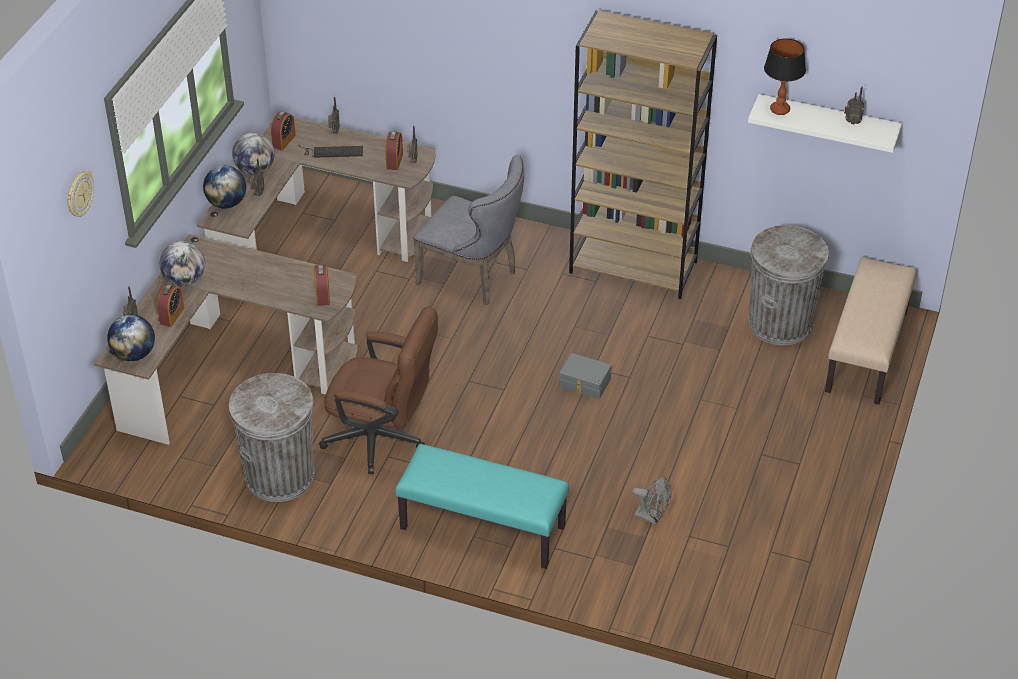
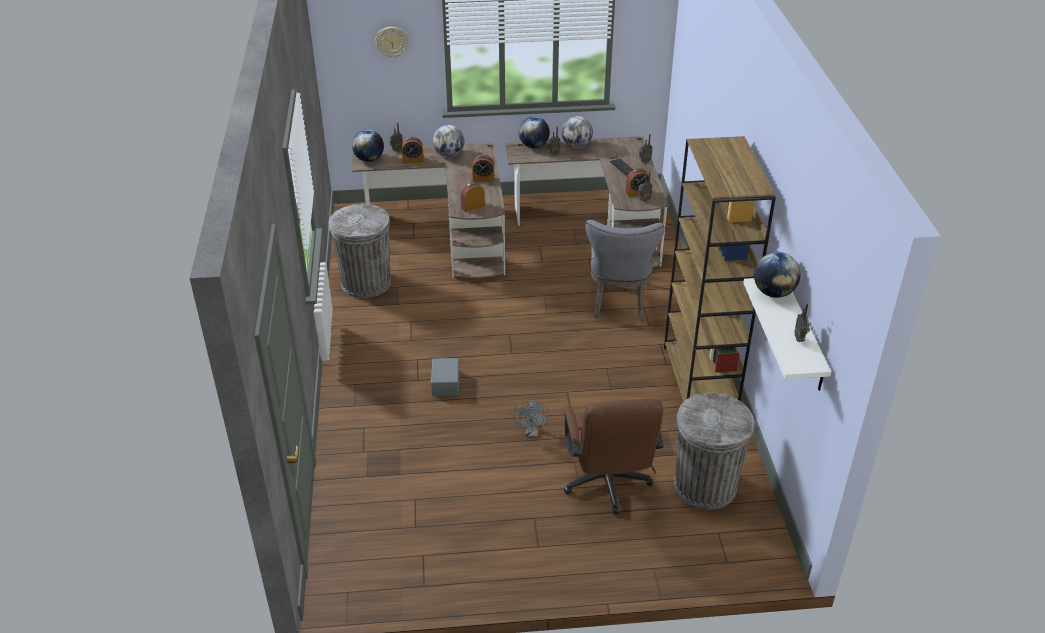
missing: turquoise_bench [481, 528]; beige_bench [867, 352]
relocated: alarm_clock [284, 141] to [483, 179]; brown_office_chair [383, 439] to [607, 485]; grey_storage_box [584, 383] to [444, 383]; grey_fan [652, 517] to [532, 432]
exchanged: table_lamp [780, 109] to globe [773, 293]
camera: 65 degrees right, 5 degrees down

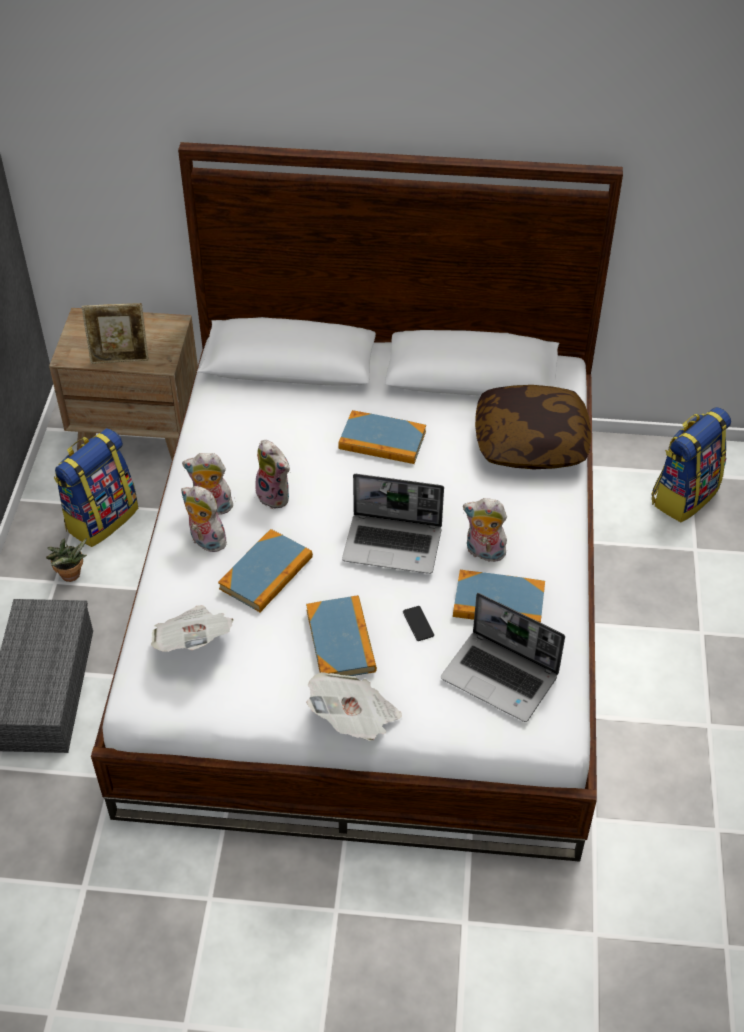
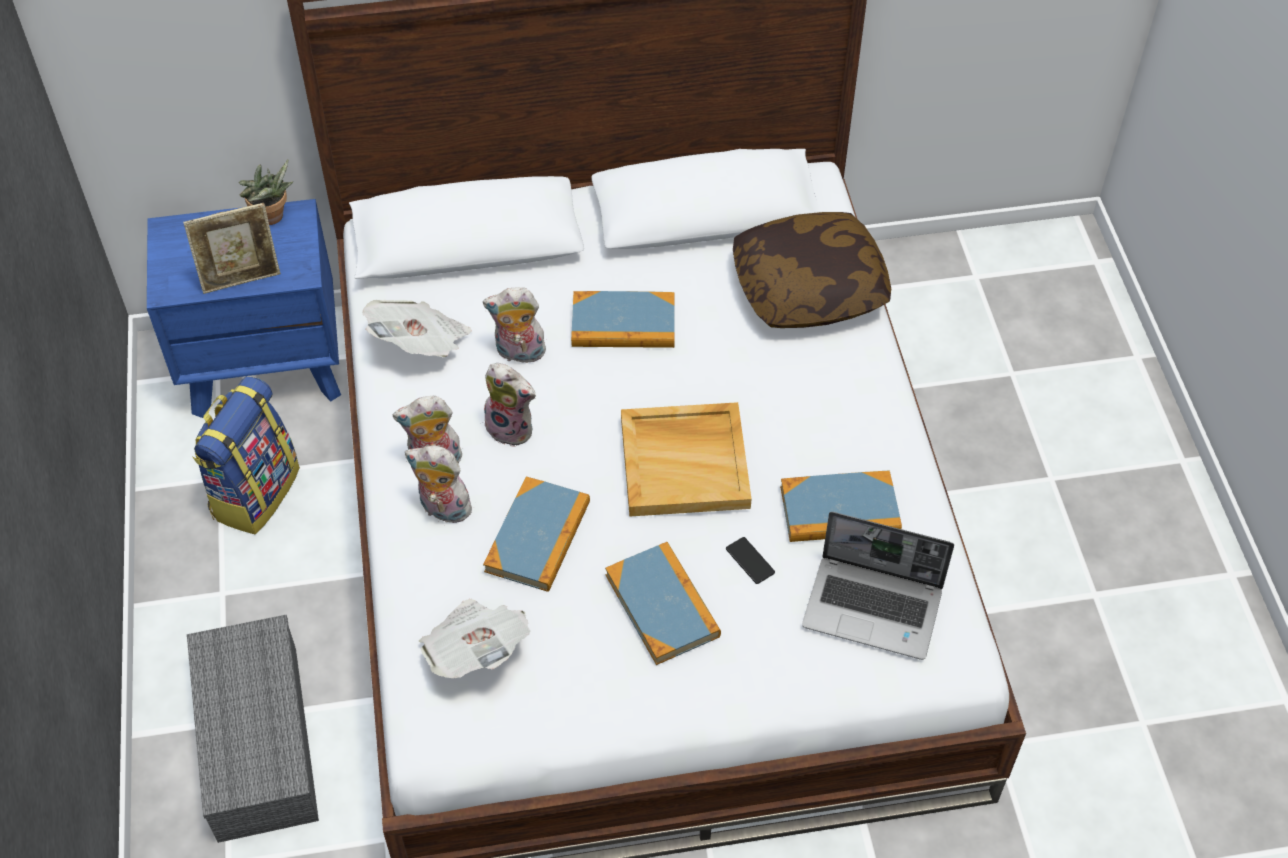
missing: backpack [684, 495]
relocated: potted_plant [71, 577] to [272, 218]; newspaper [354, 719] to [421, 344]; plush_toy [483, 553] to [519, 353]
exchanged: laptop [394, 544] to beige_tray [685, 462]
colour: brown_nightstand [139, 434] to blue_nightstand [266, 365]
camera: 15 degrees left, 5 degrees up

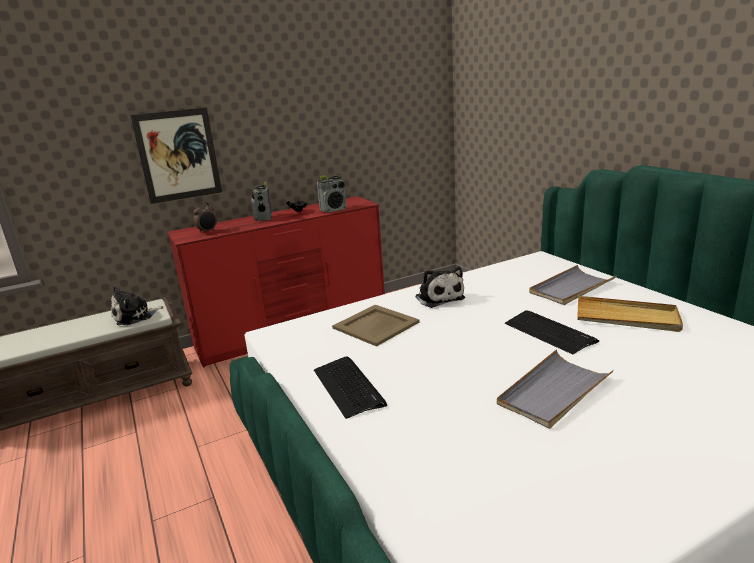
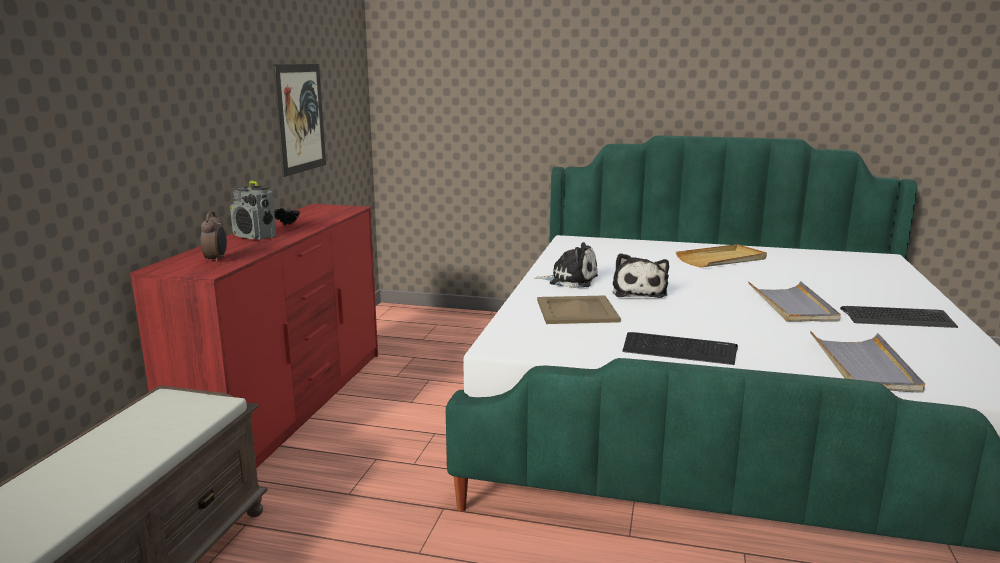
missing: radio [334, 210]
relocated: plush_toy [135, 316] to [639, 292]; picture [178, 155] to [300, 118]; keyboard [549, 332] to [897, 318]; grey_tray [571, 288] to [863, 366]
camera: 50 degrees left, 5 degrees down

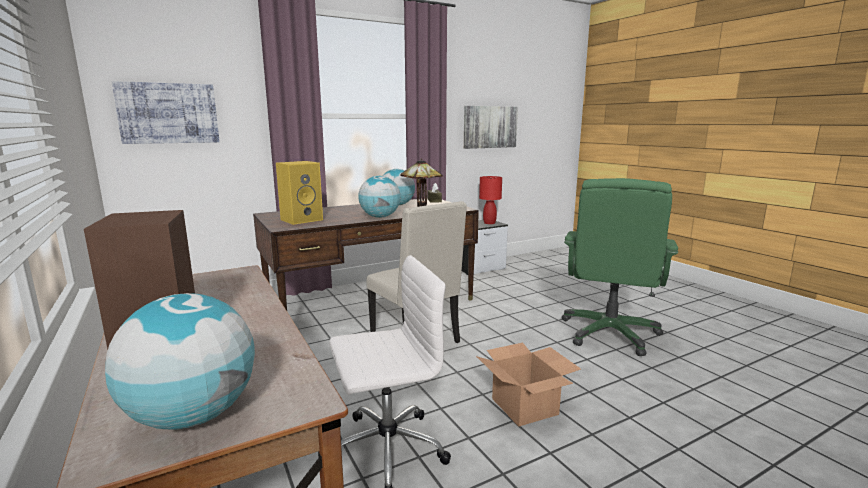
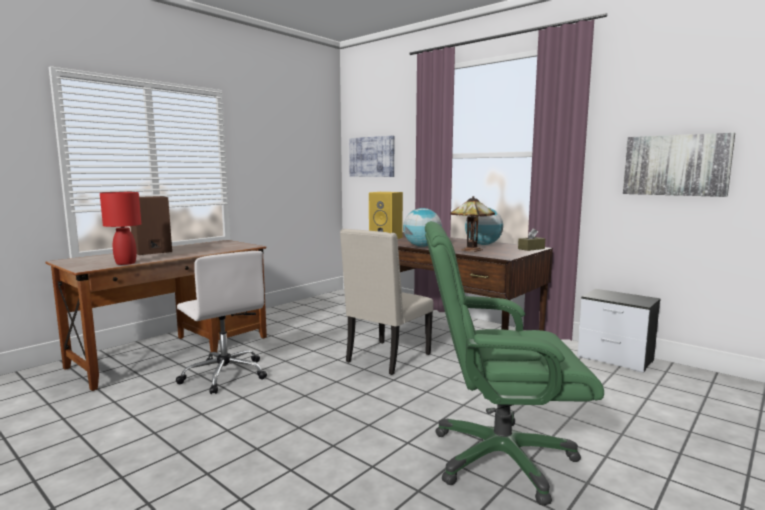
missing: globe [193, 416]; cardboard_box [523, 406]
relocated: red_table_lamp [489, 223] to [126, 263]
camera: 70 degrees right, 5 degrees down

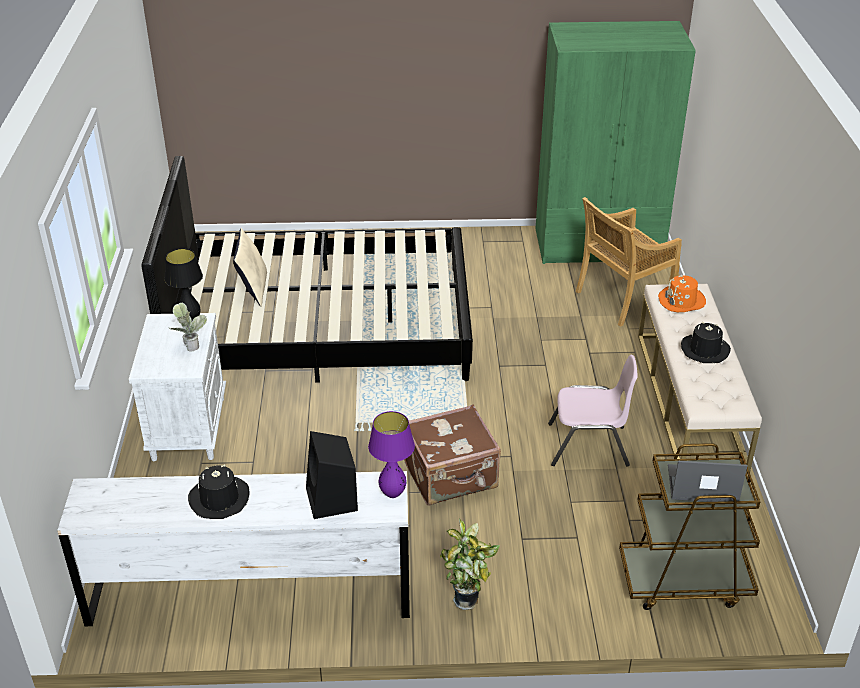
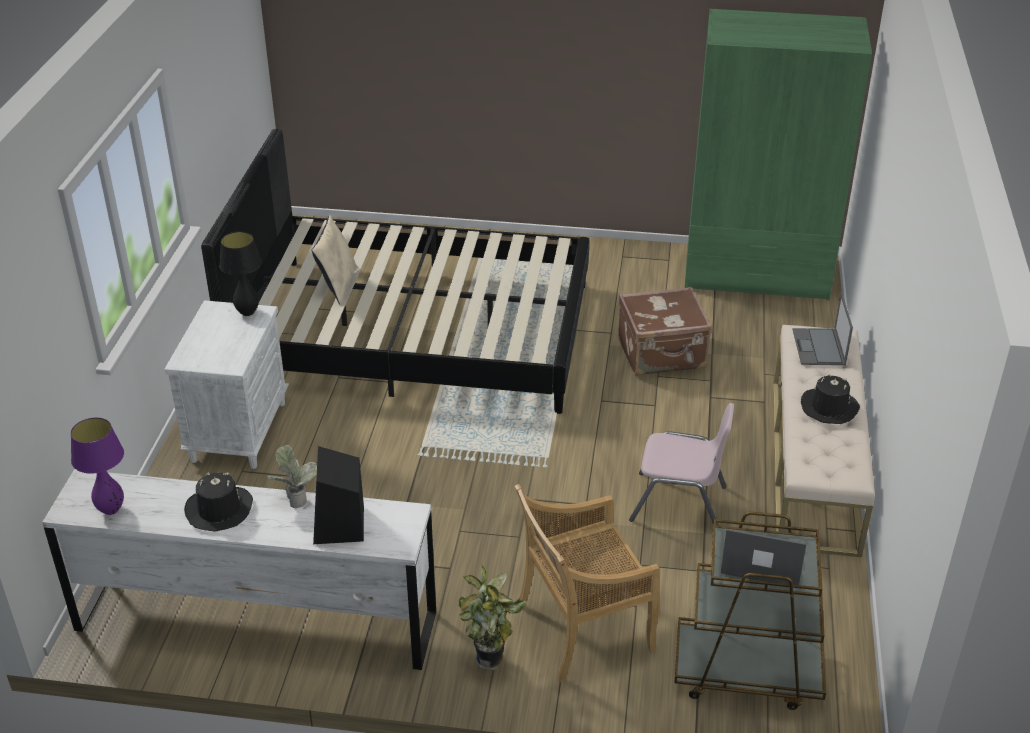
relocated: potted_plant [190, 345] to [295, 498]; purple_table_lamp [393, 493] to [111, 510]; brown_suitcase [451, 477] to [662, 355]; beige_chair [622, 299] to [582, 629]
exchanged: orange_hat [682, 301] to laptop [819, 347]
camera: 10 degrees right, 0 degrees up

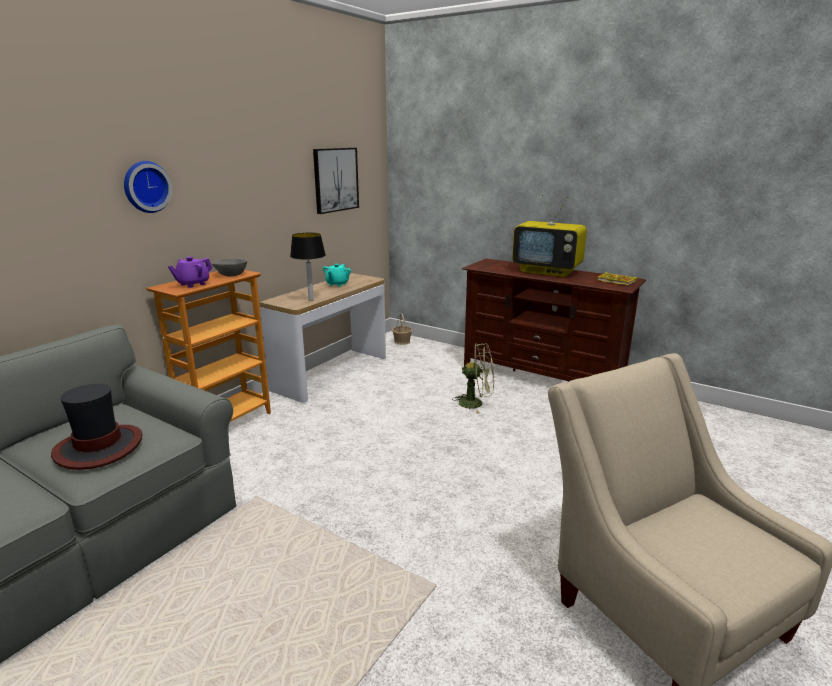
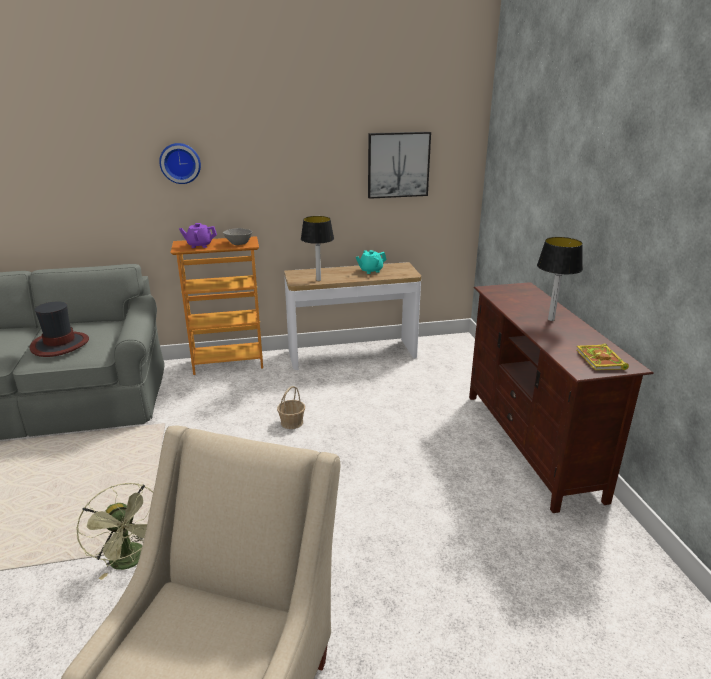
relocated: basket [402, 341] to [292, 422]; green_fan [476, 403] to [131, 561]
exchanged: television [547, 271] to table_lamp [551, 319]
camera: 45 degrees right, 5 degrees up

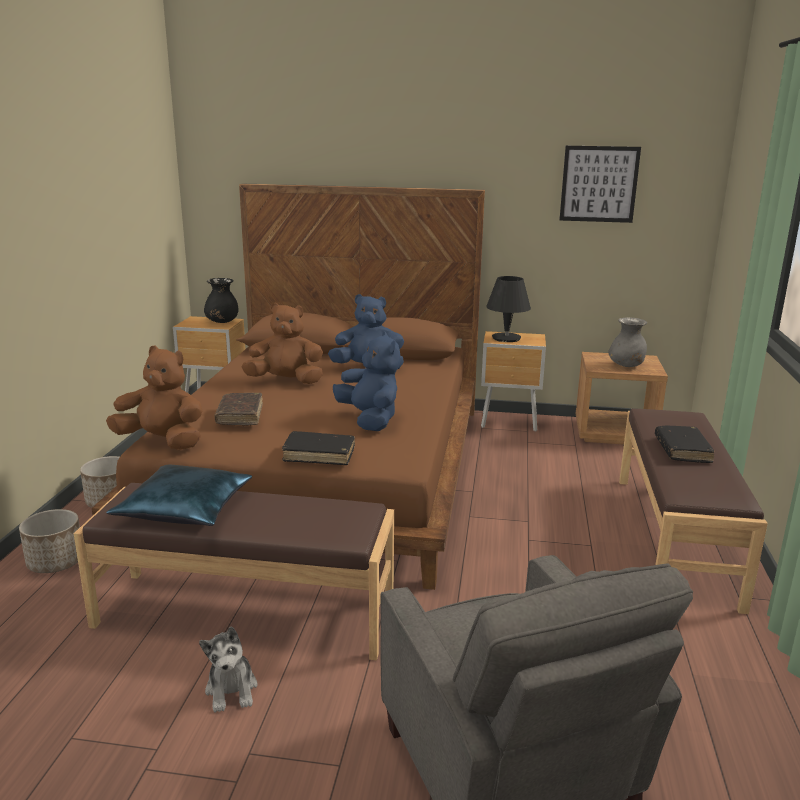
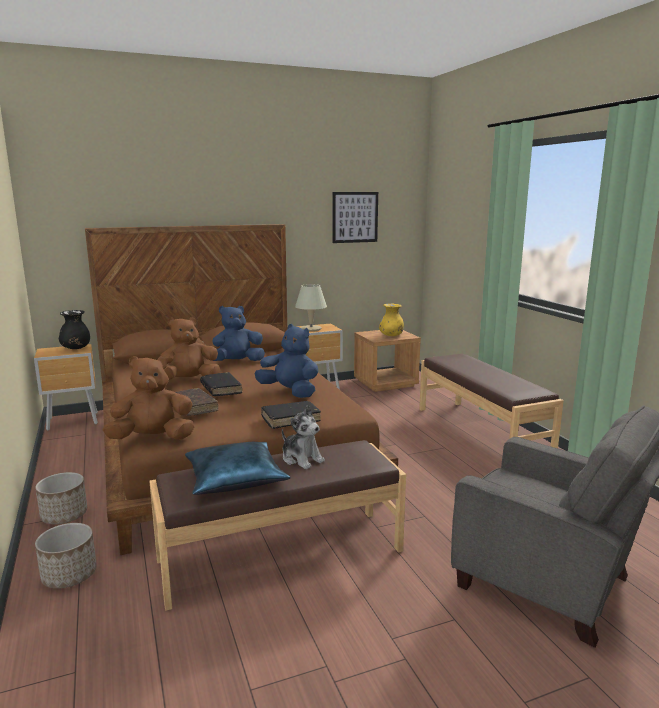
relocated: plush_toy [232, 689] to [301, 459]; black_book [682, 450] to [221, 389]
colour: black_table_lamp [506, 338] to beige_table_lamp [311, 329]; grey_vase [626, 366] to yellow_vase [391, 336]
camera: 30 degrees left, 5 degrees down

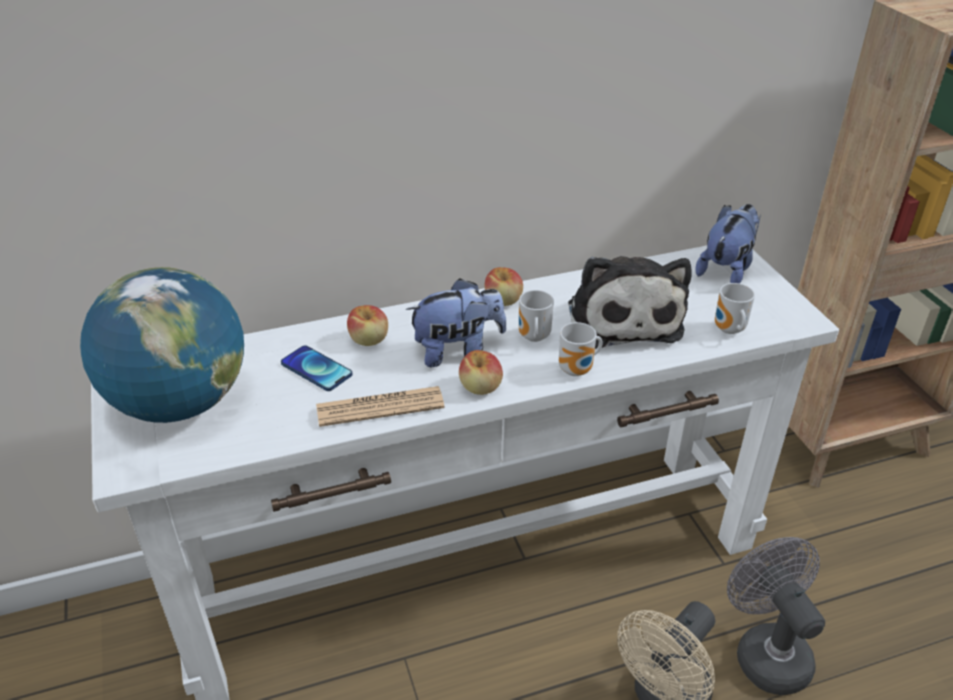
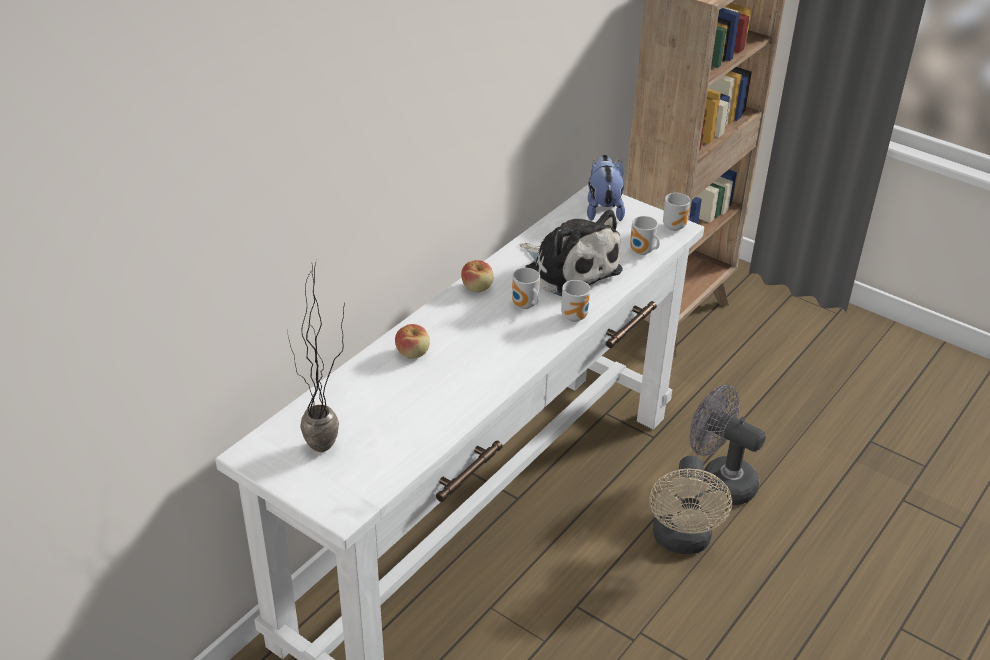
missing: phone [316, 369]; newspaper [380, 407]; plush_toy [457, 350]; apple [480, 387]
appeared: mug [675, 226]
exchanged: globe [180, 403] to potted_plant [327, 454]
camera: 35 degrees left, 0 degrees up

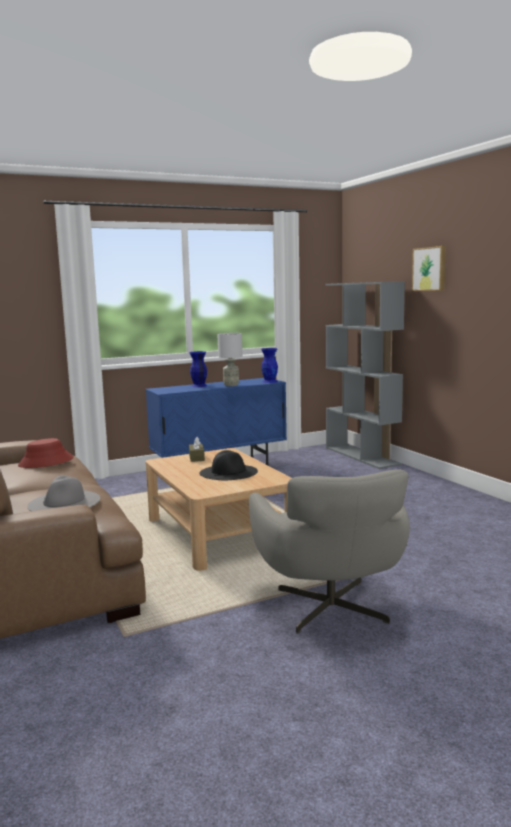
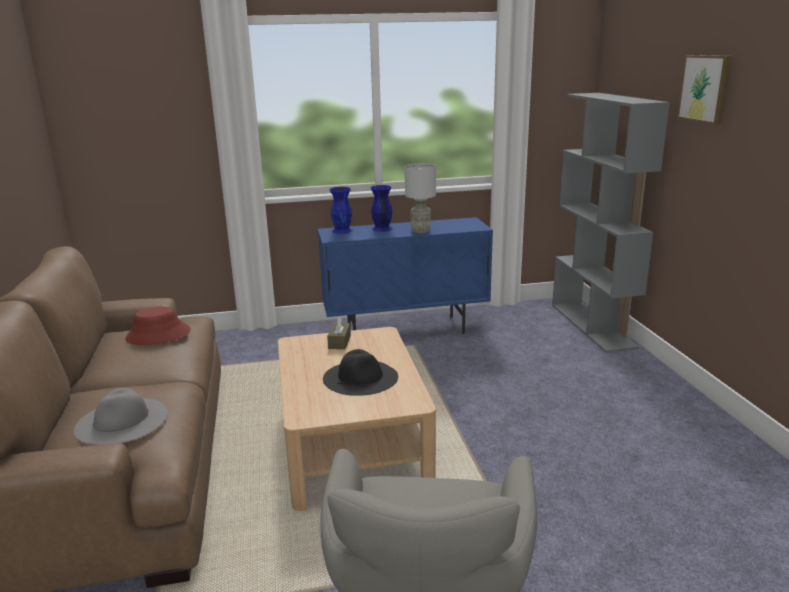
relocated: blue_vase [270, 381] to [342, 230]
camera: 15 degrees right, 10 degrees up

